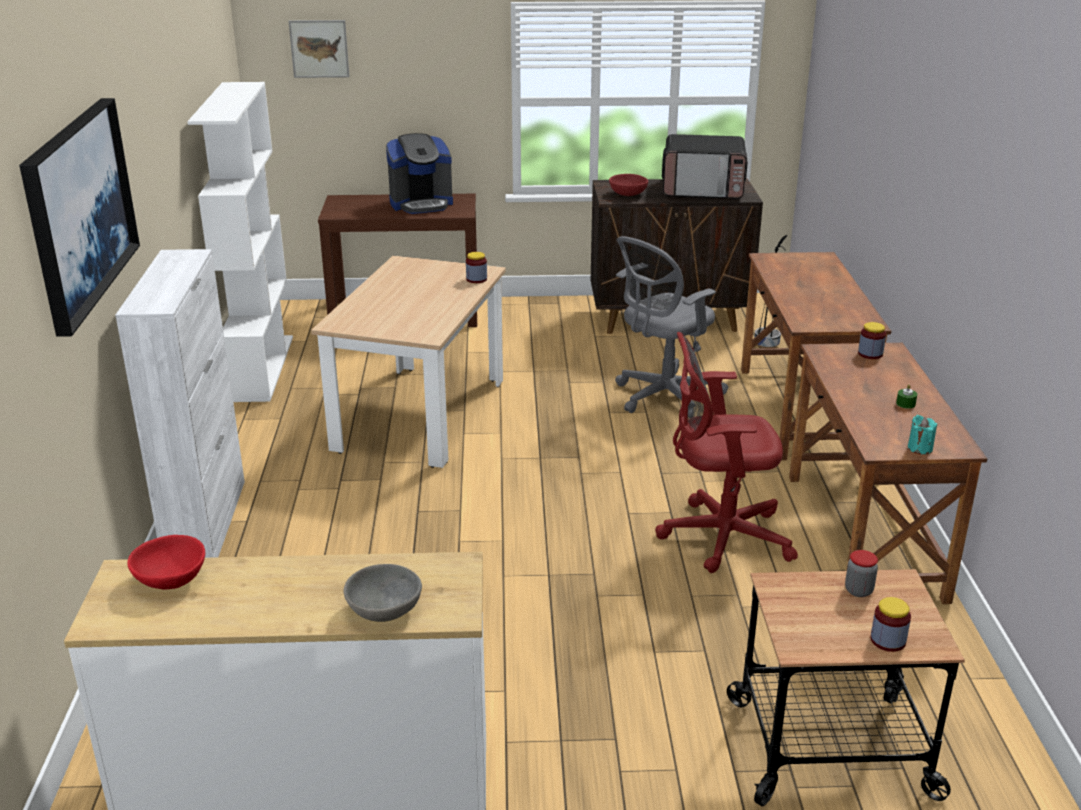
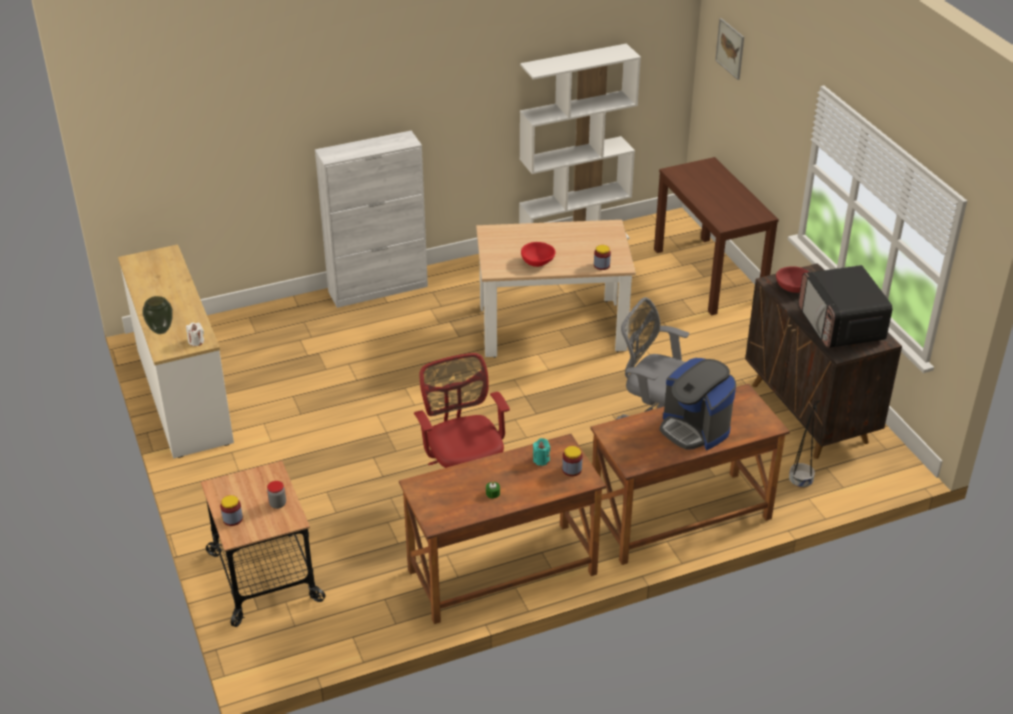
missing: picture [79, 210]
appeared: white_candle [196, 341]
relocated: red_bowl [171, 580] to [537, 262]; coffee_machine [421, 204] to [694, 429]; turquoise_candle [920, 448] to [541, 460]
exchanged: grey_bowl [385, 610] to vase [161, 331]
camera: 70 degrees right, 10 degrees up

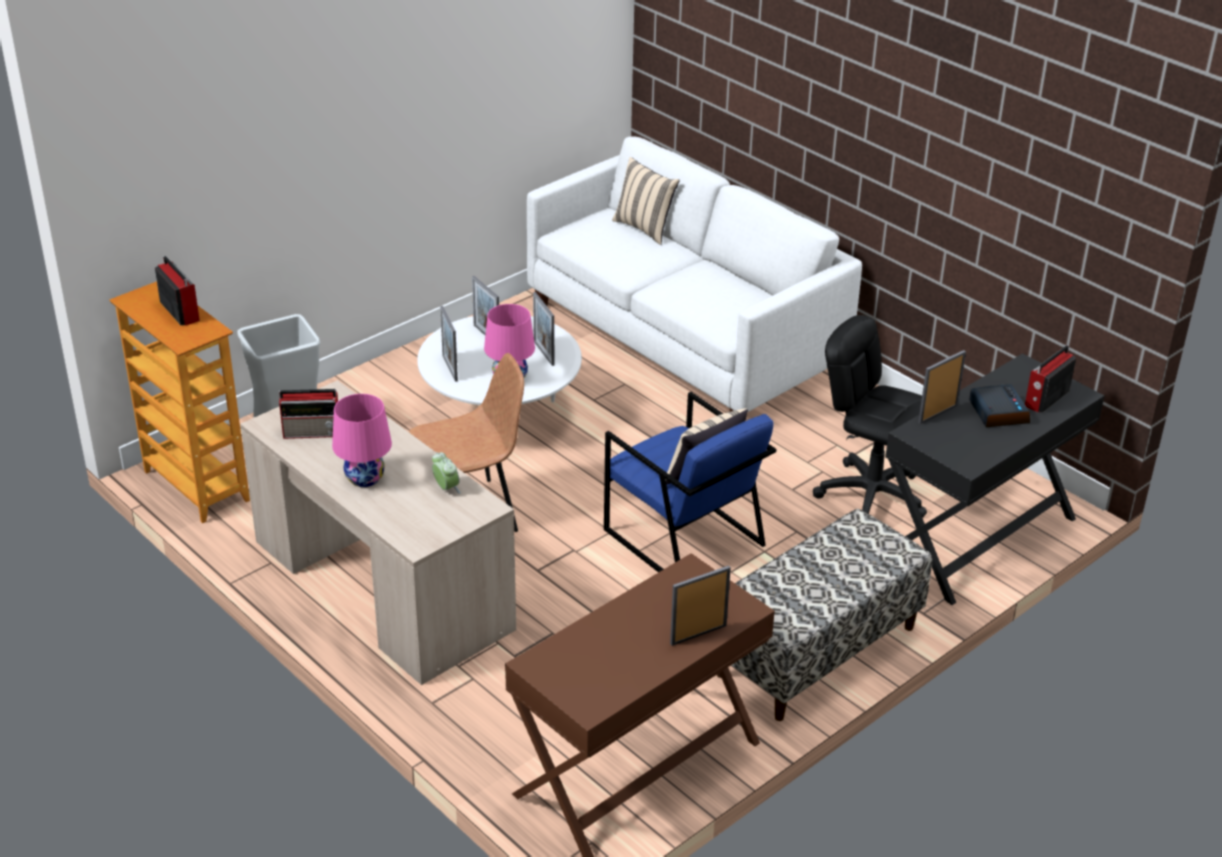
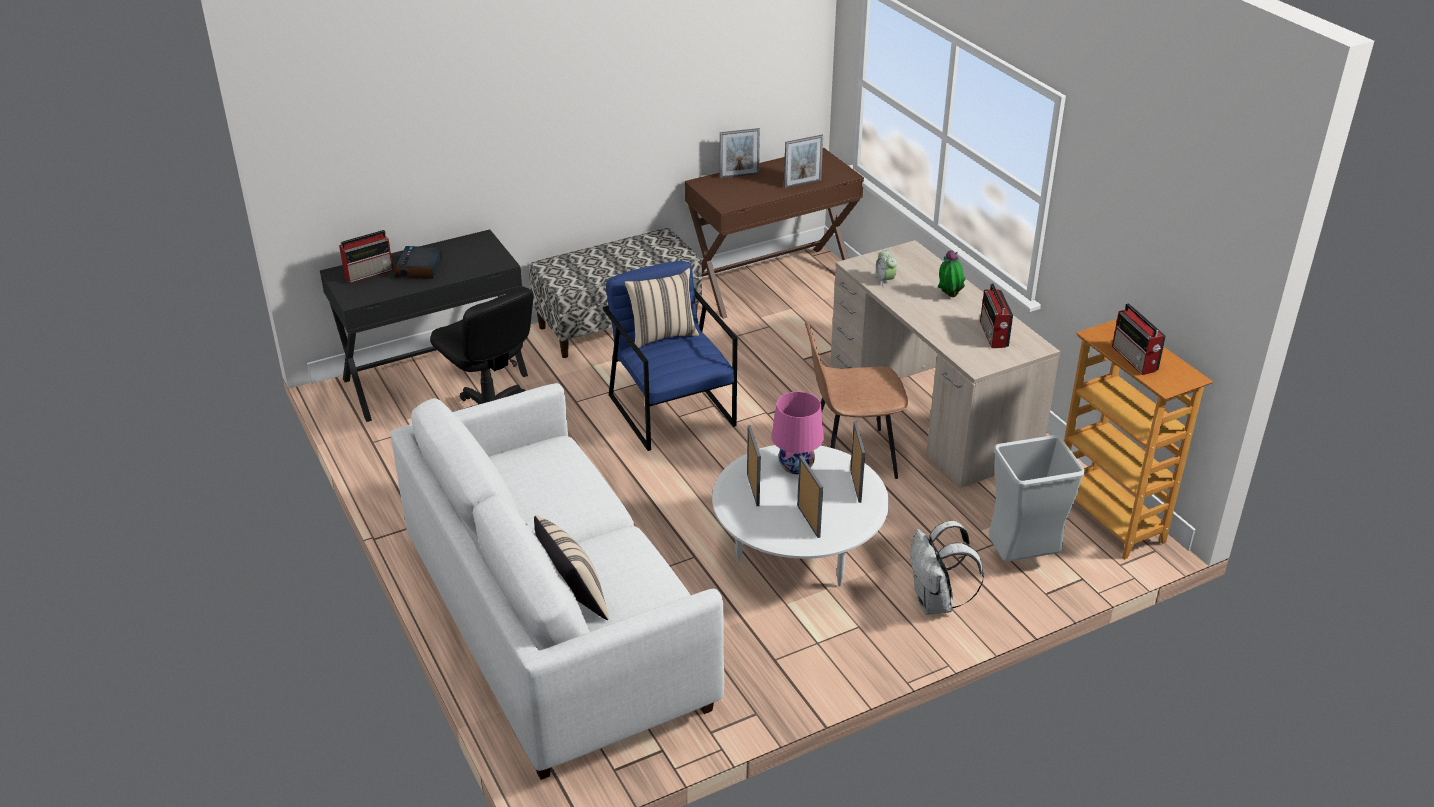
appeared: white_backpack [936, 603]
relocated: picture_frame [937, 414] to [802, 184]
exchanged: pink_table_lamp [365, 478] to potted_plant [949, 295]
spun: radio [313, 432] = [993, 335] 105 degrees counterclockwise
camera: 165 degrees left, 0 degrees up

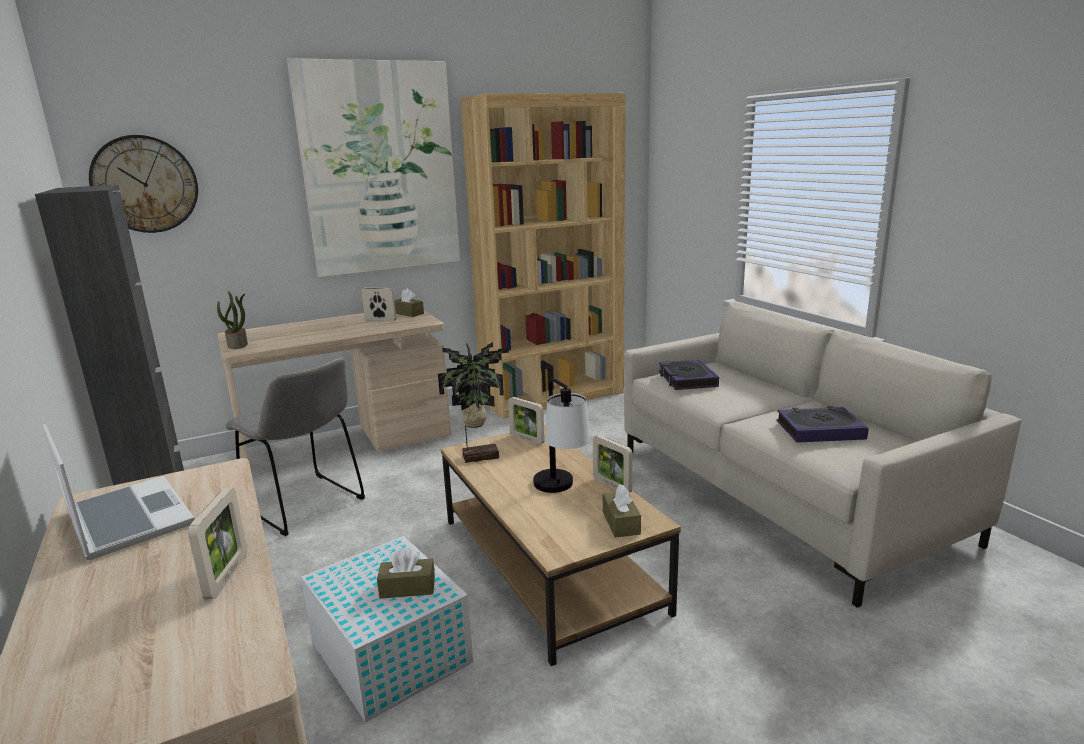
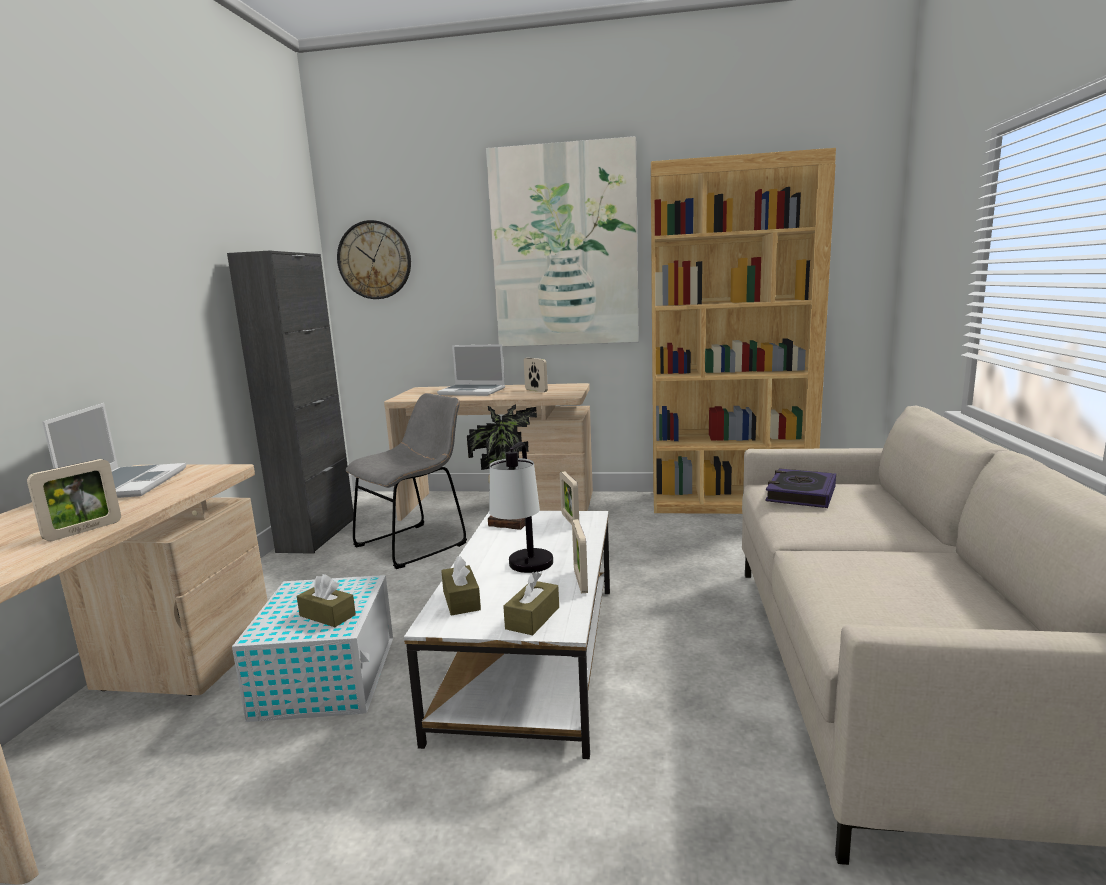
missing: potted_plant [238, 345]; book [819, 430]
appeared: laptop [473, 391]
relocated: brown_tissue_box [408, 313] to [461, 600]
colour: brown_coffee_table [549, 563] to white_coffee_table [533, 655]
spun: grey_chair [307, 505] = [416, 544] 120 degrees counterclockwise
camera: 35 degrees right, 5 degrees down

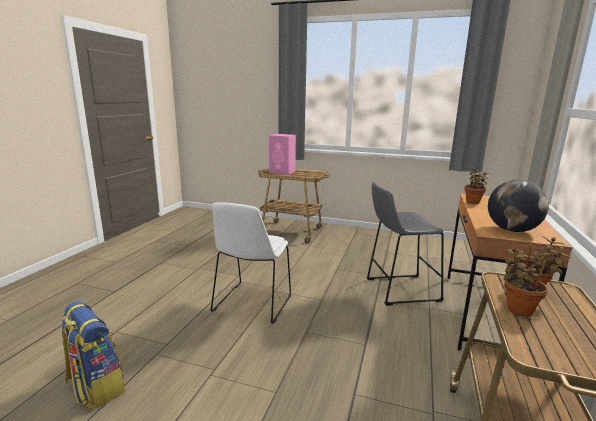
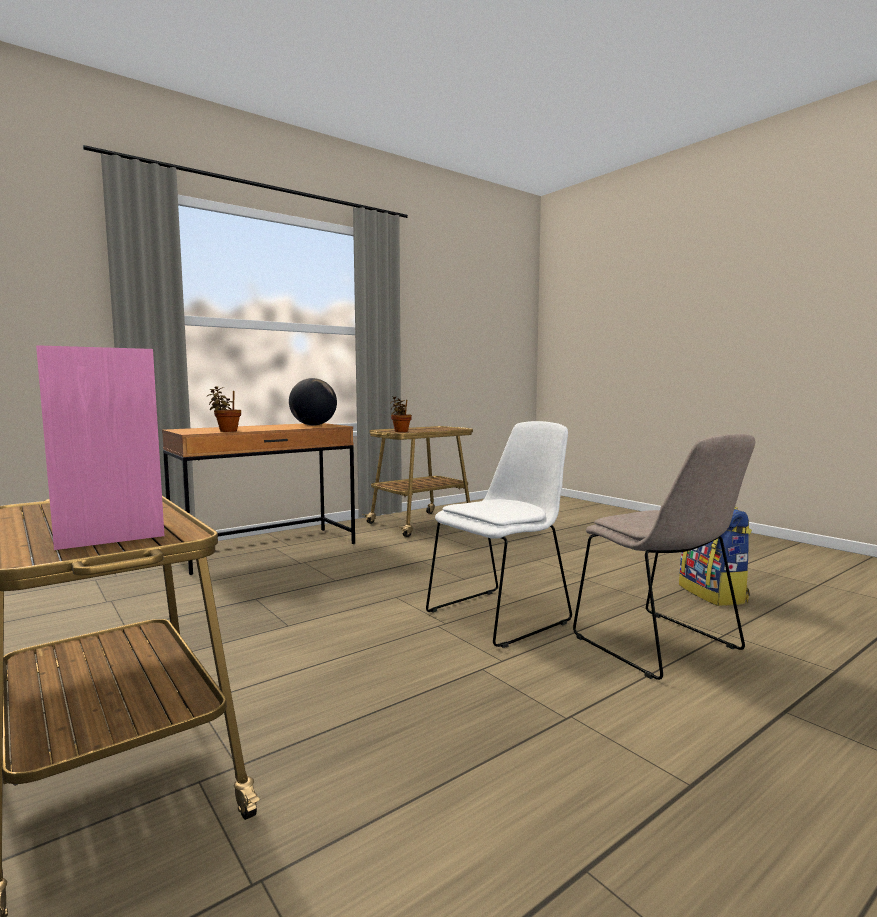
missing: grey_stool [398, 290]; potted_plant [517, 308]
appeared: beige_chair [659, 646]
camera: 145 degrees left, 10 degrees down

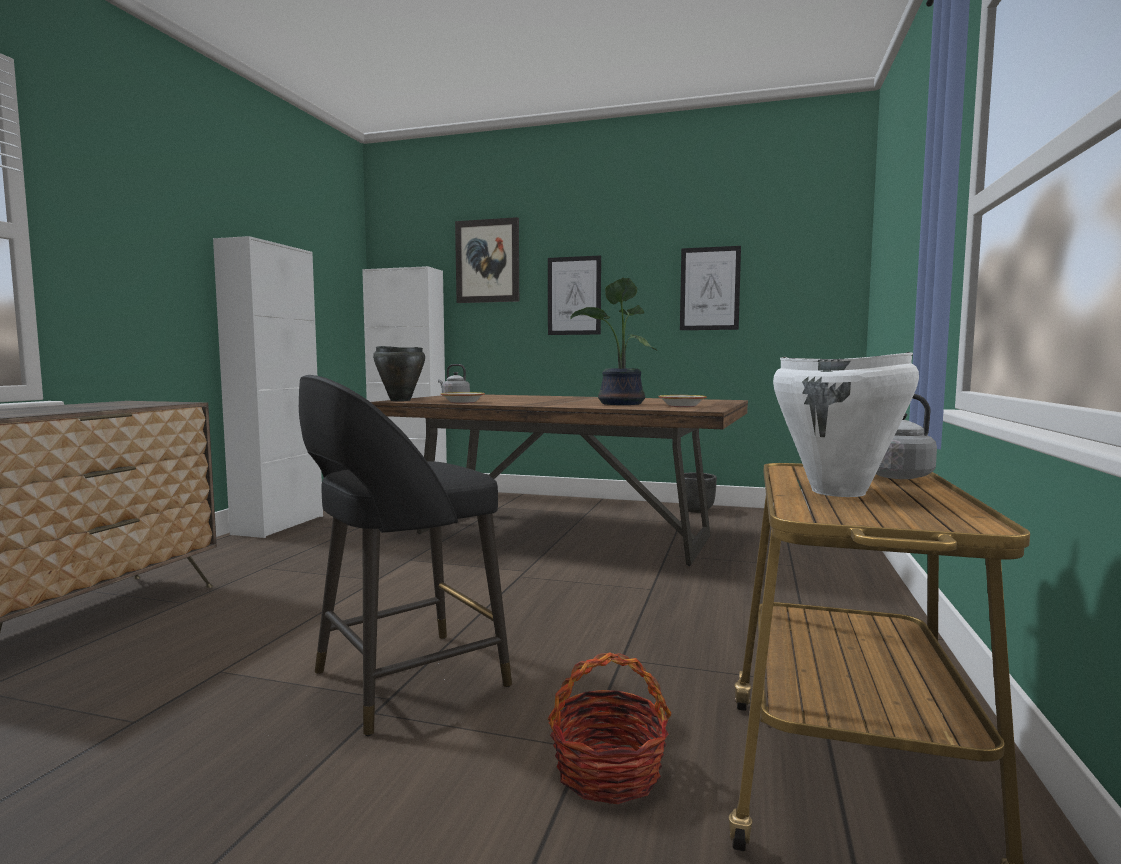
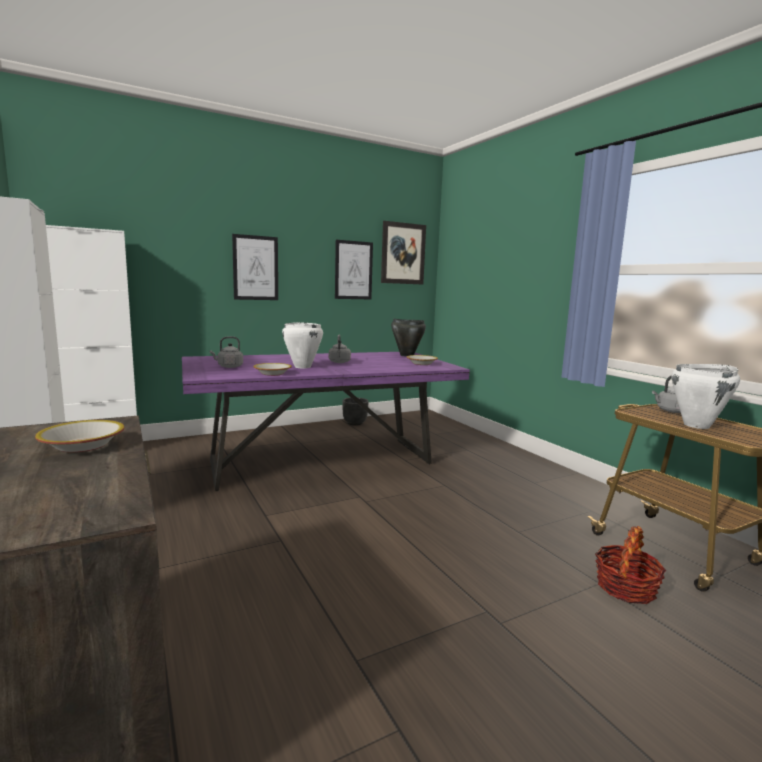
missing: black_stool [404, 680]; potted_plant [619, 404]
appeared: bowl [82, 445]; white_cooking_pot [302, 367]; grey_kettle [339, 362]
relocated: black_cooking_pot [400, 400] to [406, 355]; picture [487, 261] to [403, 253]
colour: brown_dining_table [563, 535] to purple_dining_table [322, 462]
camera: 45 degrees left, 5 degrees up

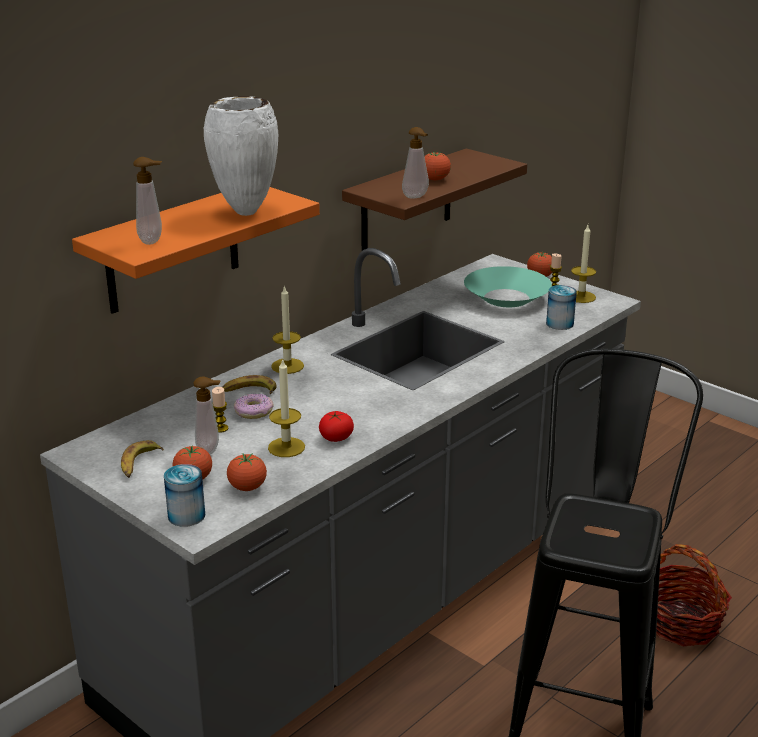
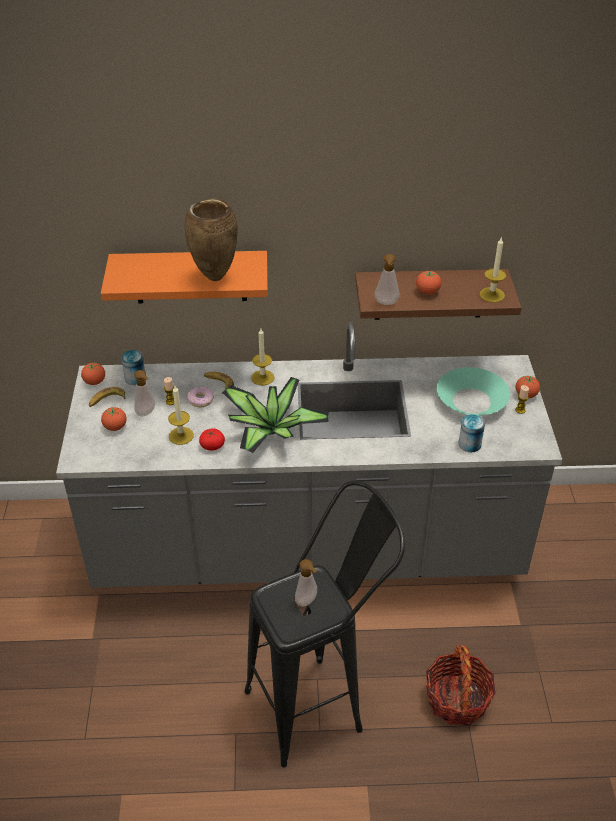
appeared: potted_plant [270, 431]
relocated: soap_dispenser [153, 241] to [307, 601]; can [186, 515] to [135, 378]; tomato [247, 487] to [94, 382]; candle [581, 297] to [492, 295]
colour: white_vase [244, 213] to brown_vase [214, 277]
camera: 45 degrees right, 15 degrees up

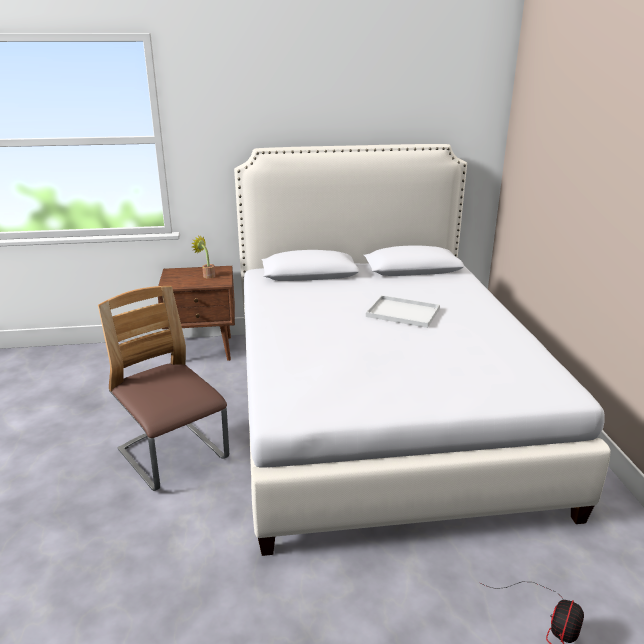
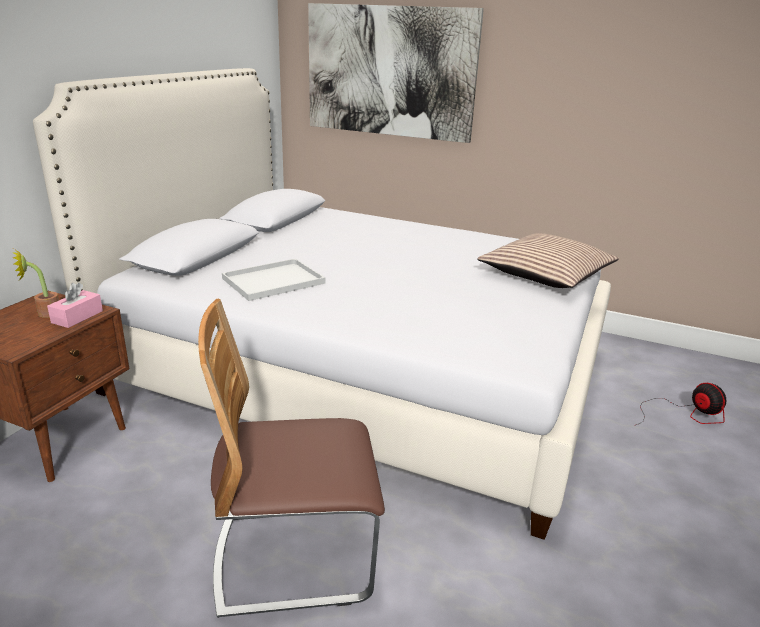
appeared: pink_tissue_box [77, 317]; picture [390, 72]; pillow [545, 274]
relocated: white_tray [401, 312] to [272, 281]
camera: 60 degrees left, 0 degrees up

